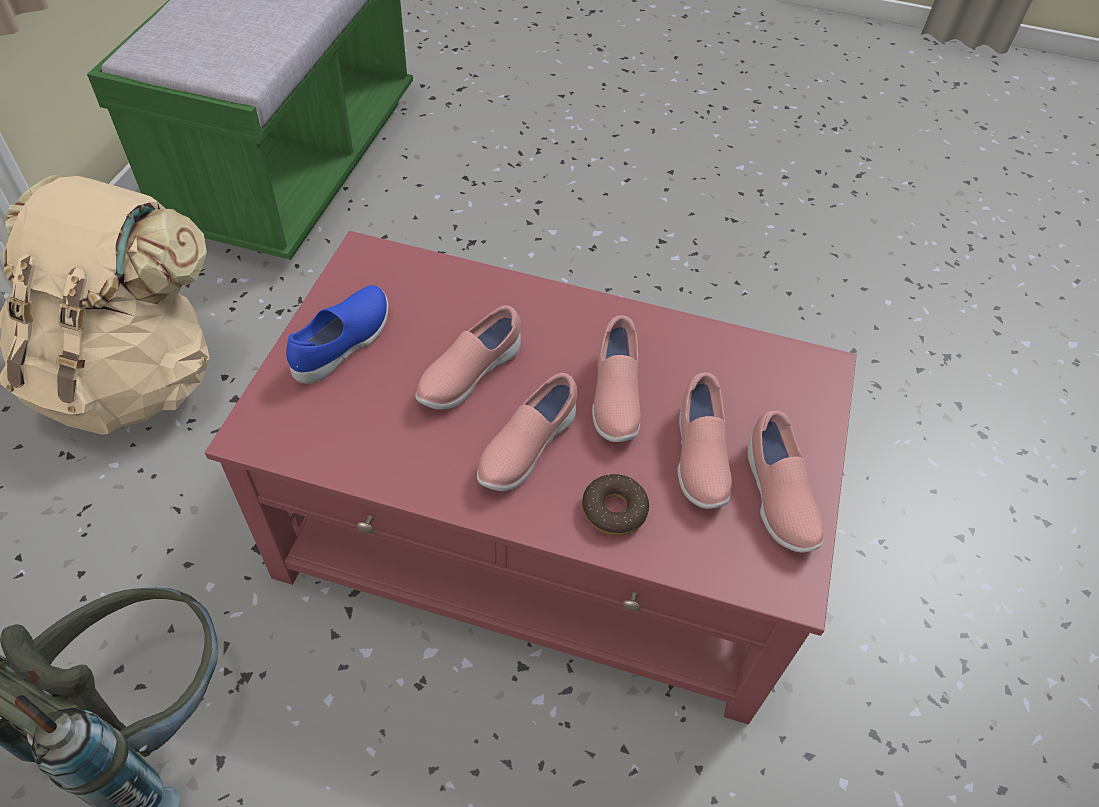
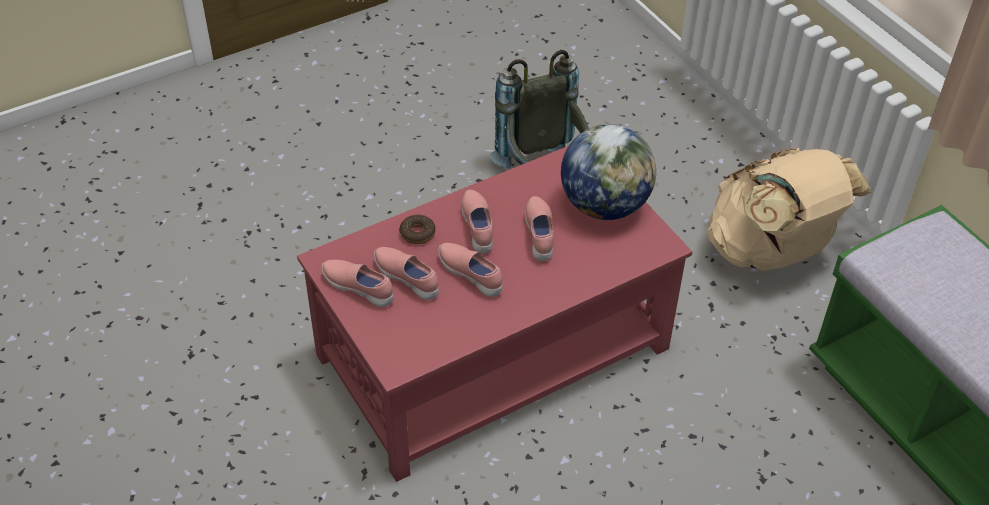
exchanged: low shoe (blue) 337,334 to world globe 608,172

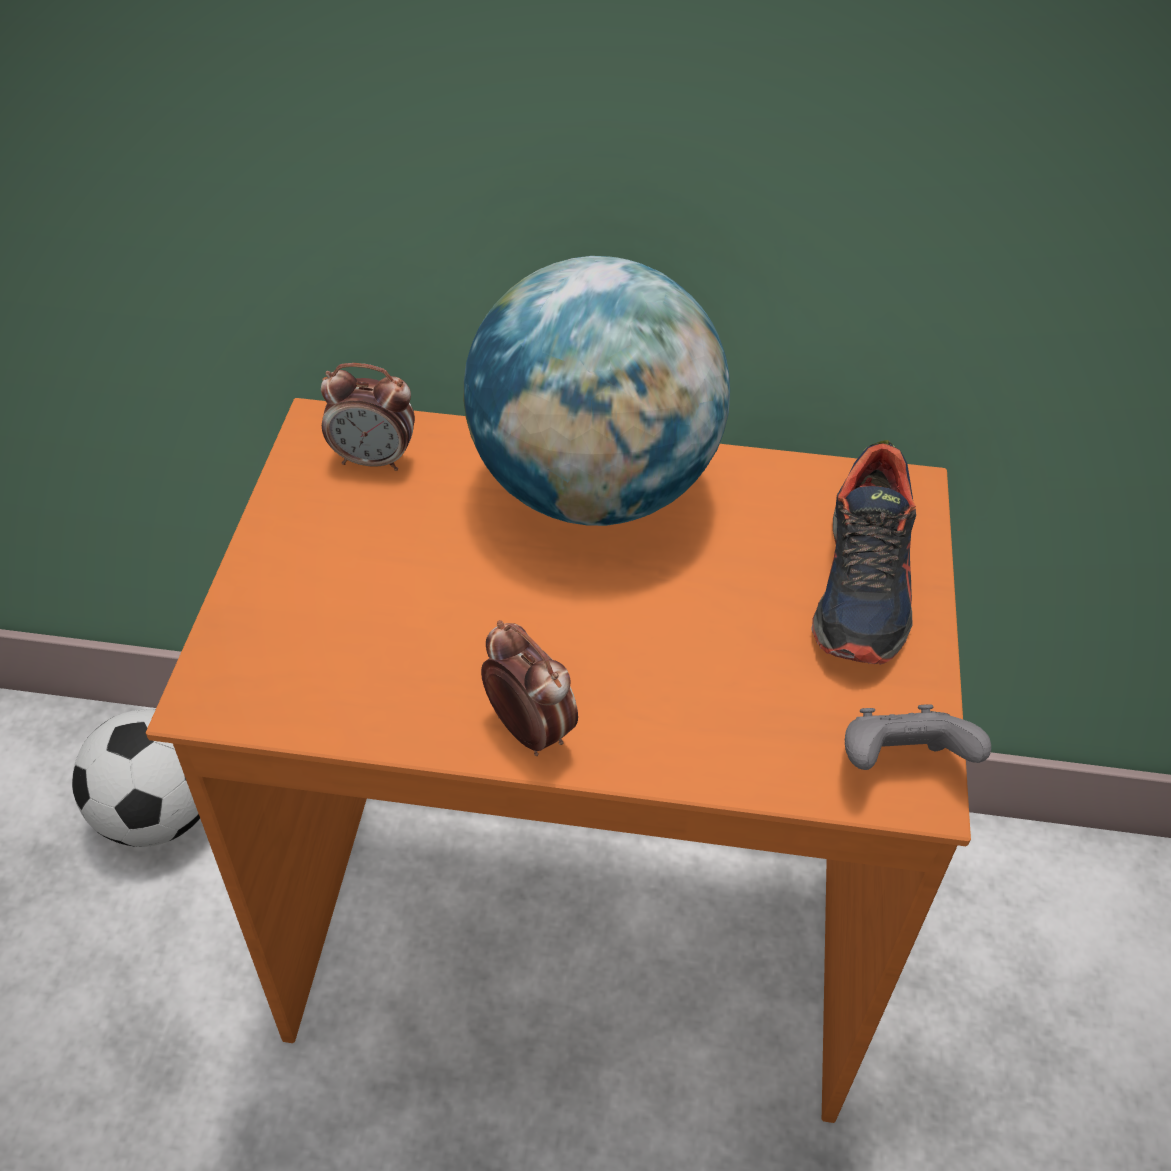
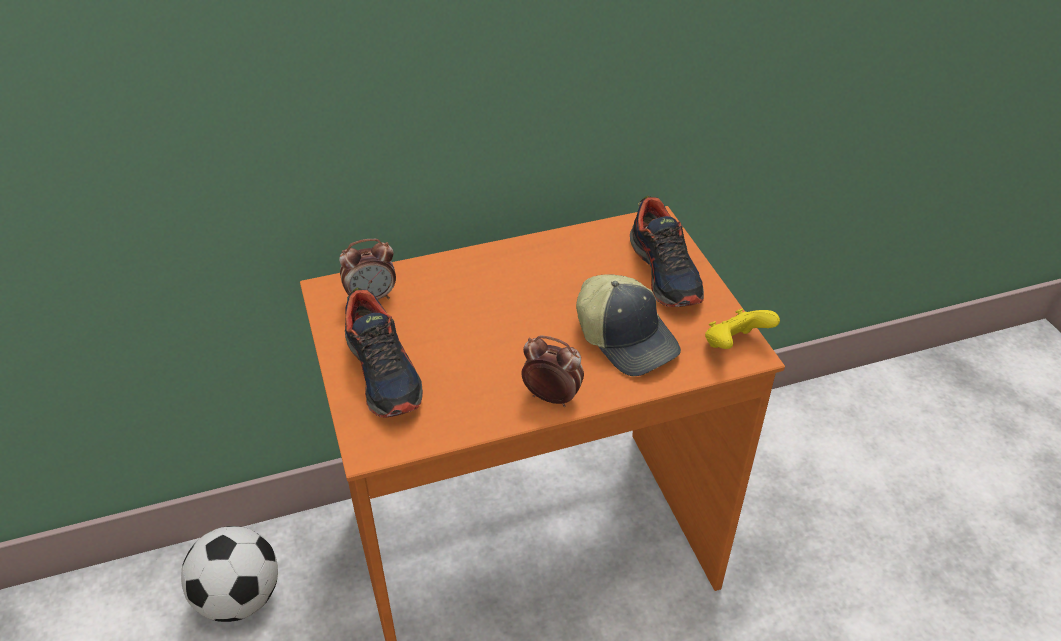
missing: world globe 596,391
appeared: low shoe 384,353; peaked cap 628,325
colour: game controller (gray) 918,737 to game controller (yellow-coloured) 742,329

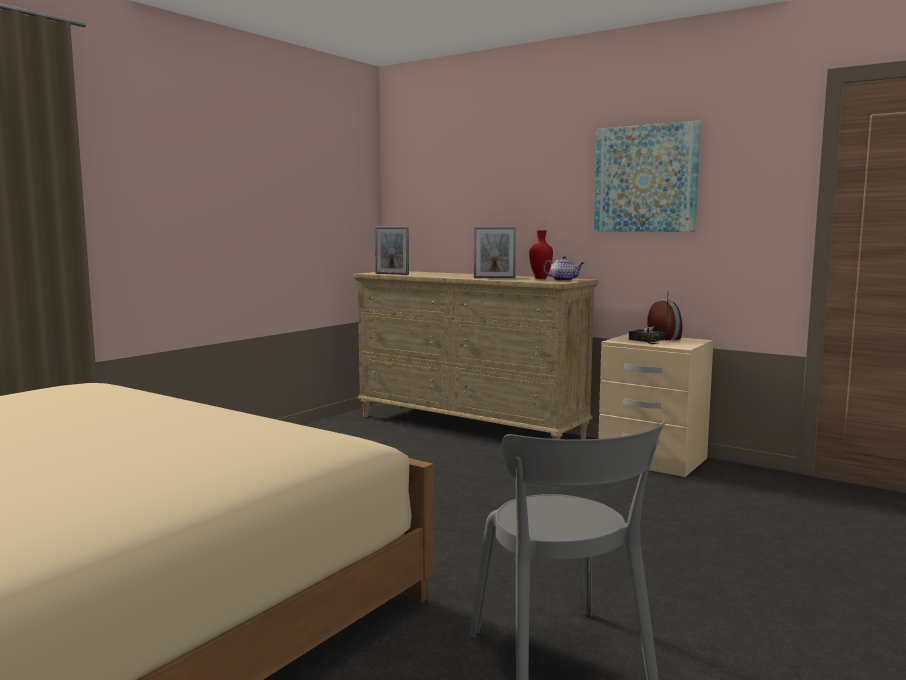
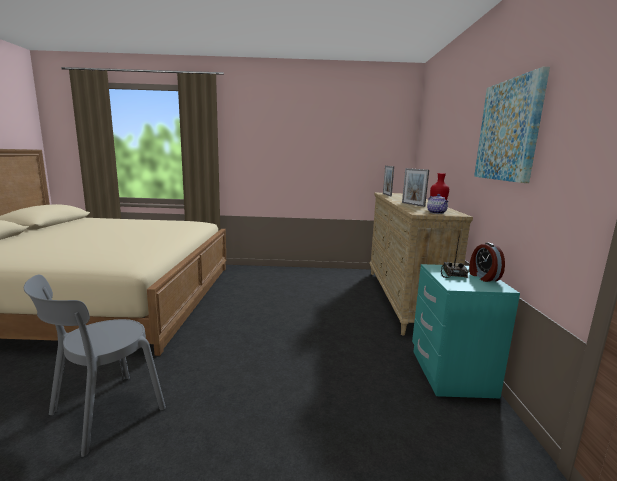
colour: bedside table (beige-coloured) 656,405 to bedside table (turquoise) 466,331
spun: alarm clock 665,319 = 487,262 135 degrees clockwise

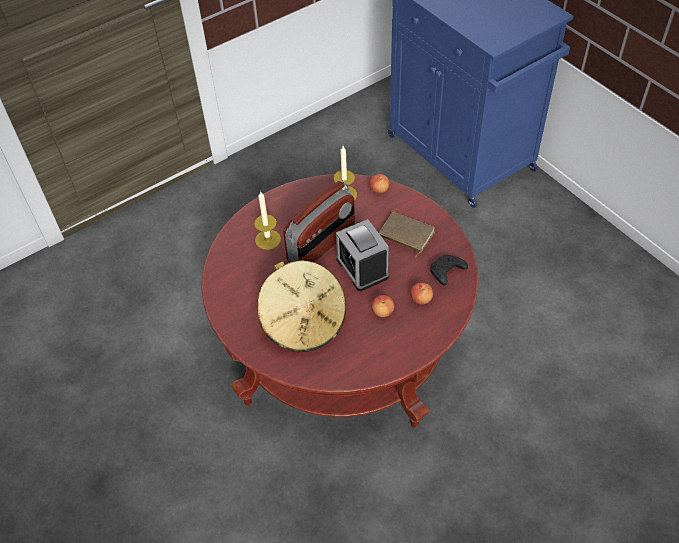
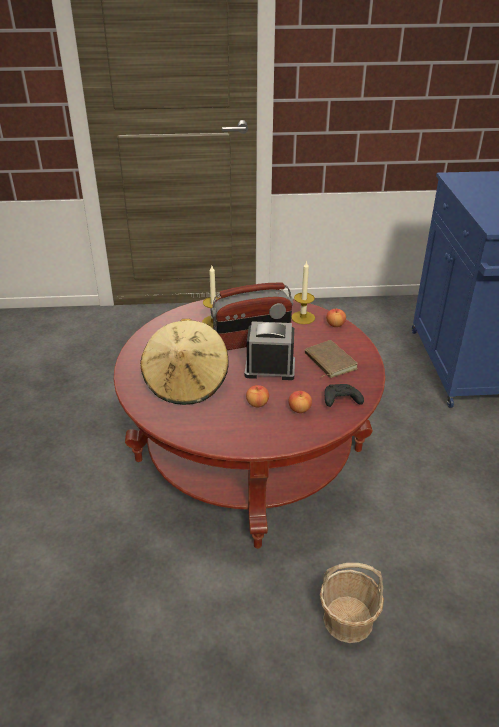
appeared: basket 352,603
spun: alarm clock 362,255 = 270,350 90 degrees clockwise

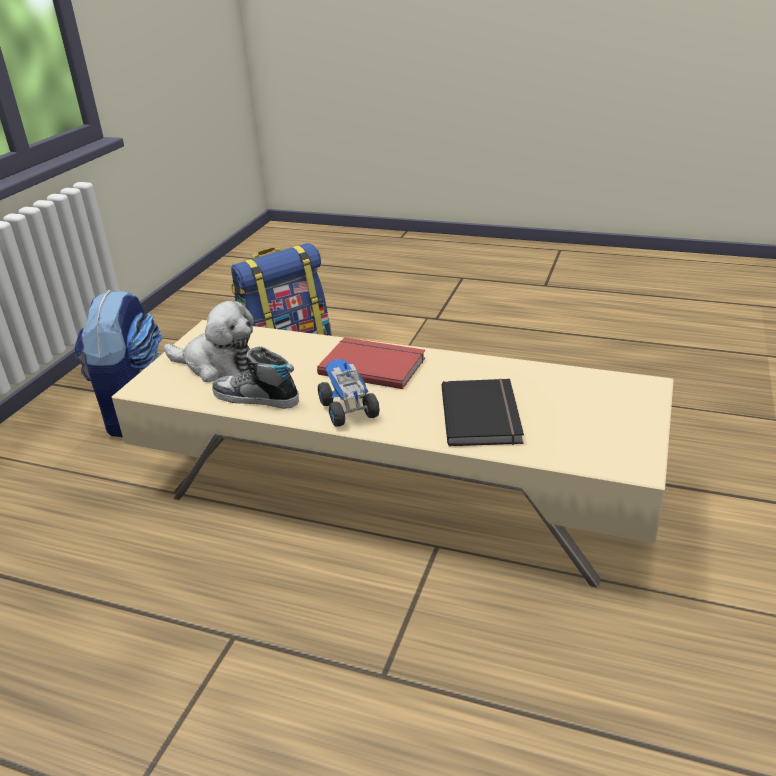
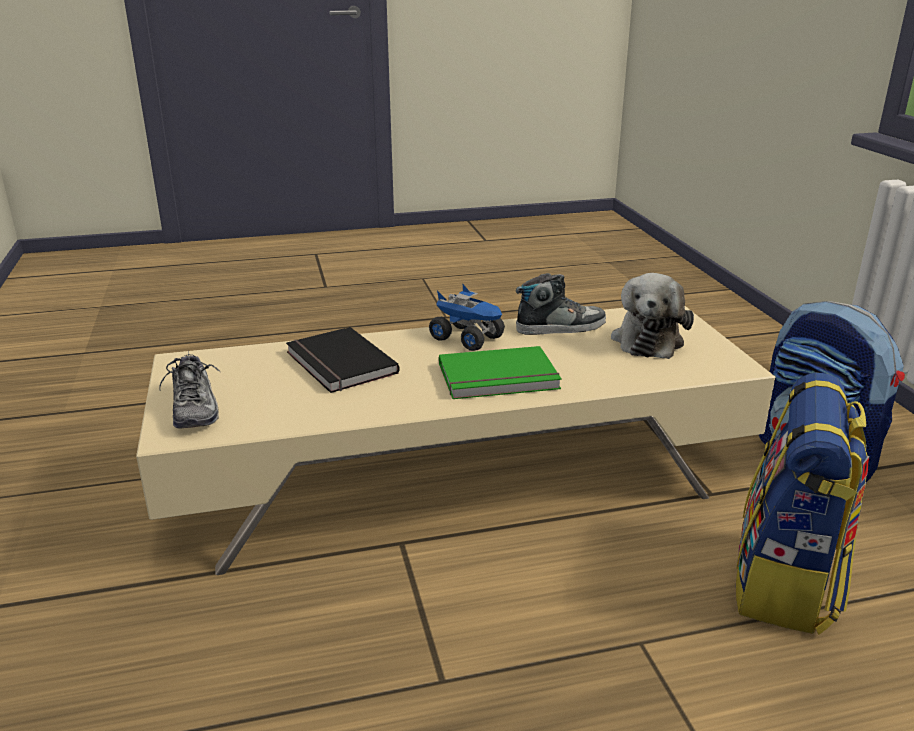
appeared: low shoe 189,389
colour: bound book (red-coloured) 371,363 to bound book (green-coloured) 500,372
spun: soft toy 209,341 = 652,316 60 degrees counterclockwise

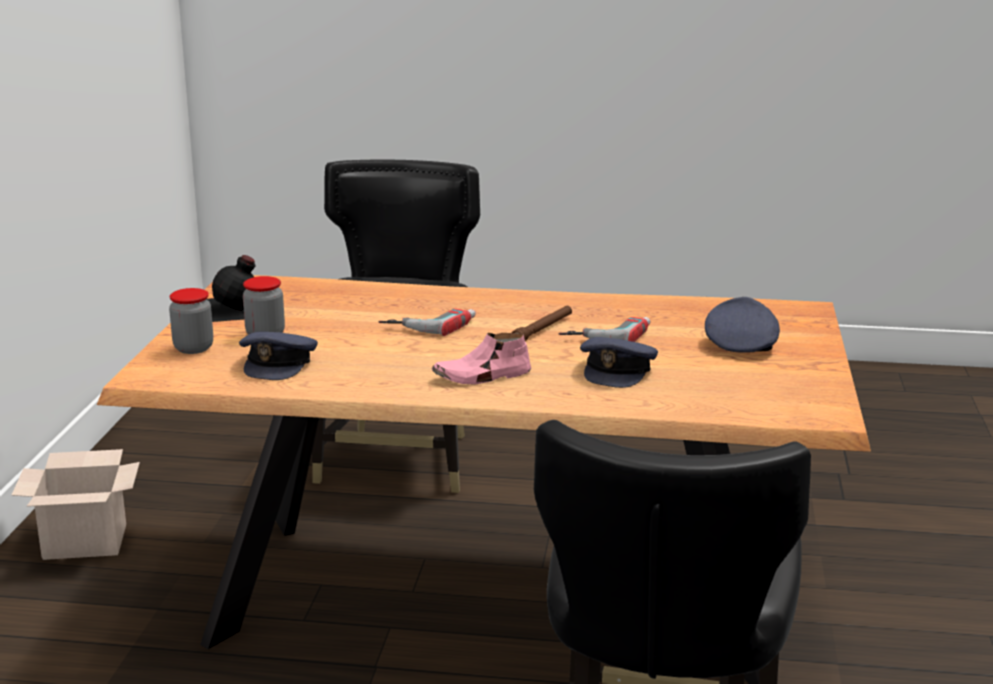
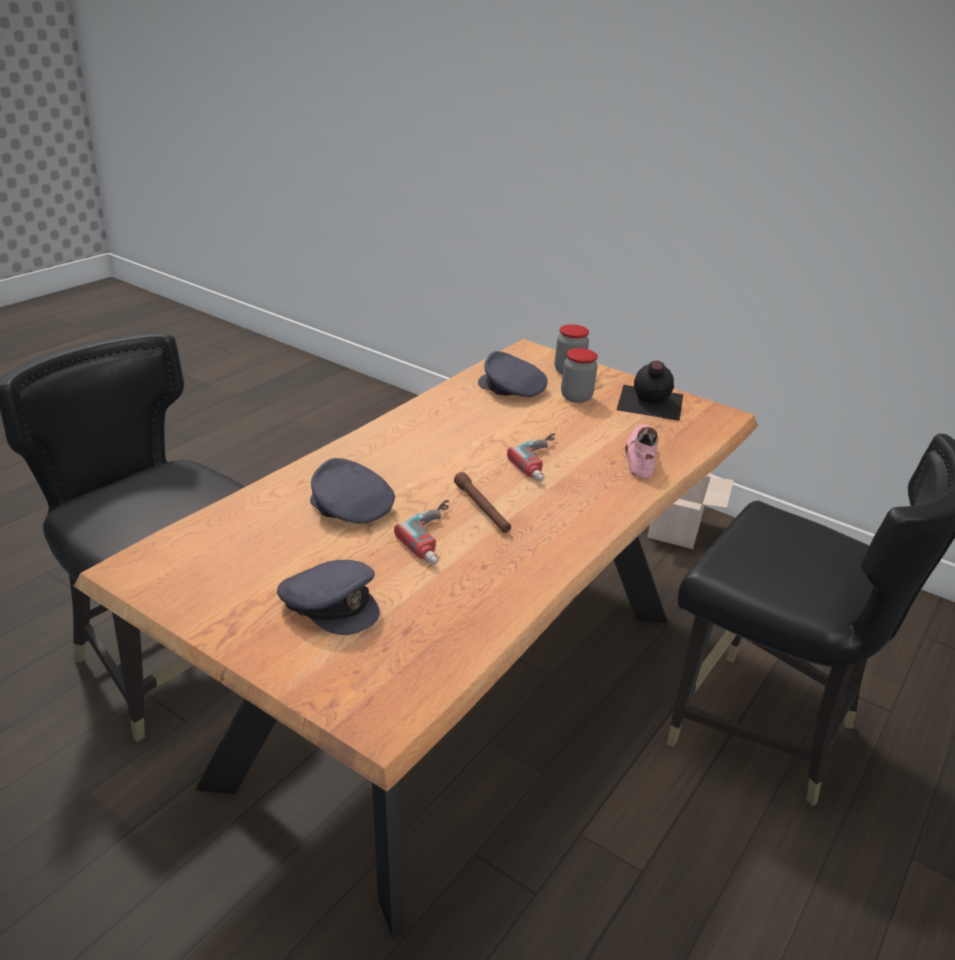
relocated: low shoe (pinkish) 481,359 to 641,451

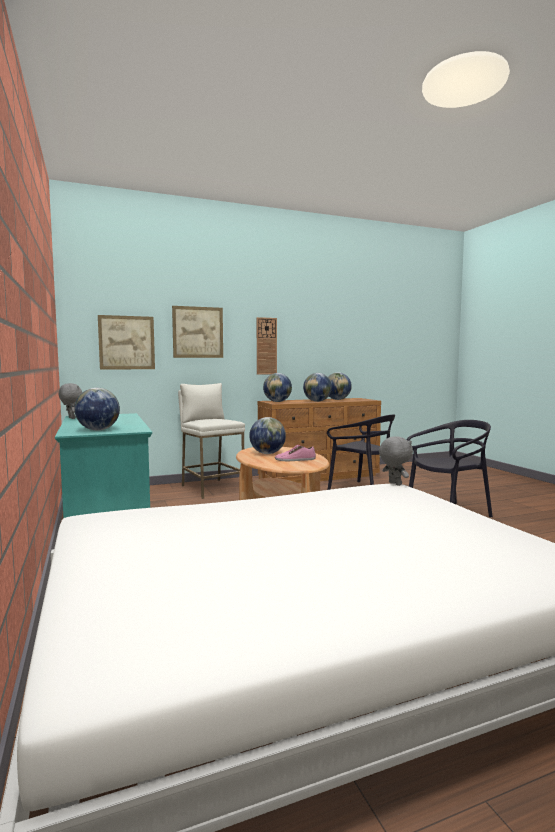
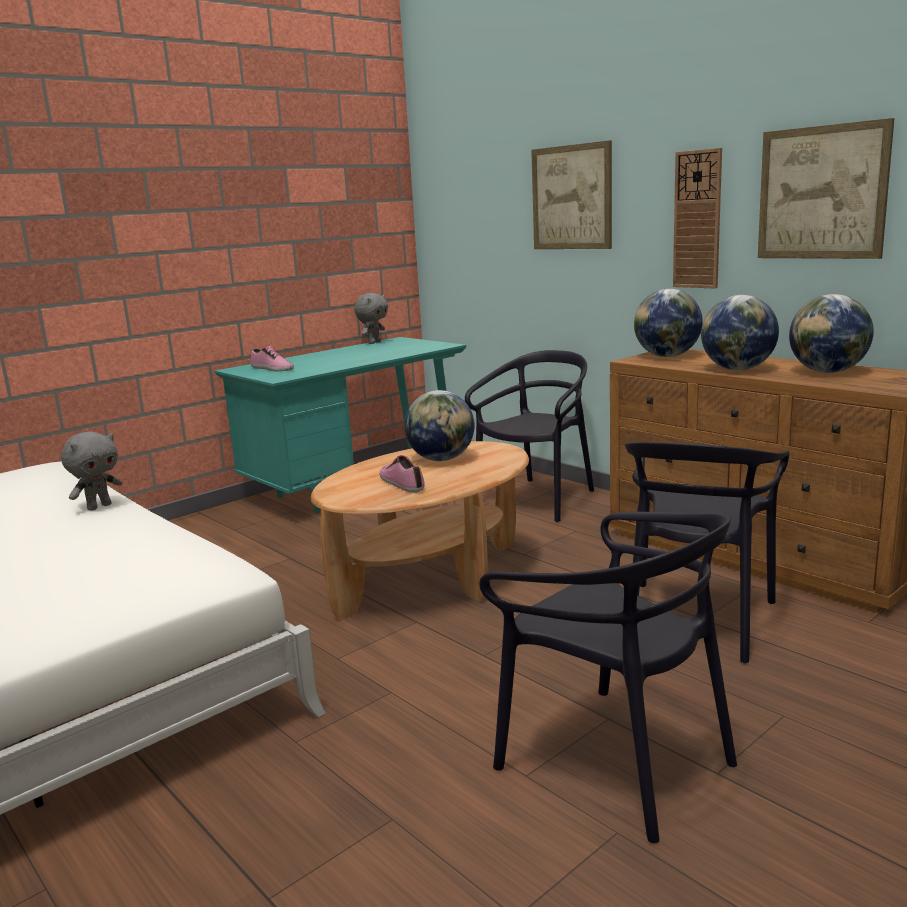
relocated: soft toy (gray) 396,461 to 91,471; wall art 126,342 to 826,188
exchanged: world globe 97,409 to low shoe 272,359; stool (white-coloured) 211,441 to upright chair (black-coloured) 529,436

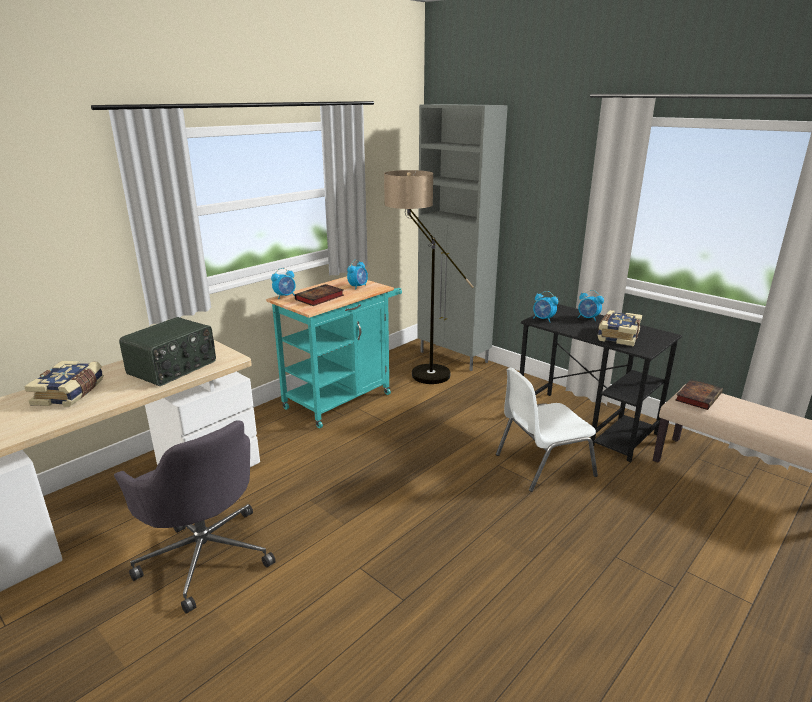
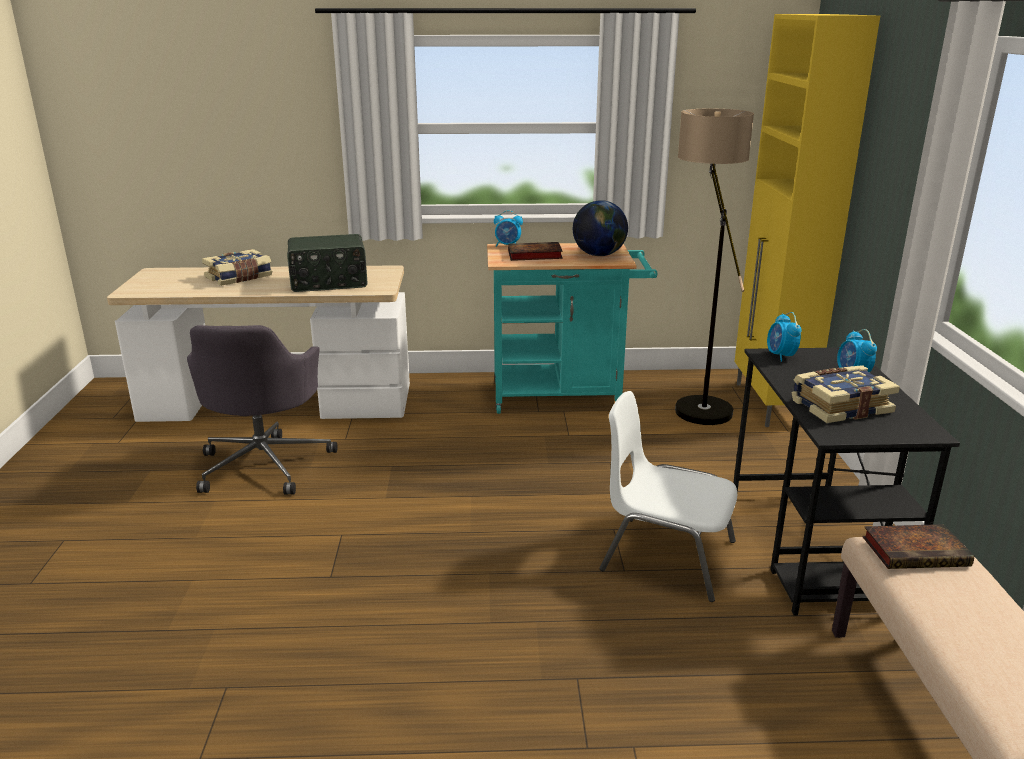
exchanged: alarm clock 357,275 to world globe 600,228
colour: cabinet (gray) 462,237 to cabinet (yellow-coloured) 807,220

